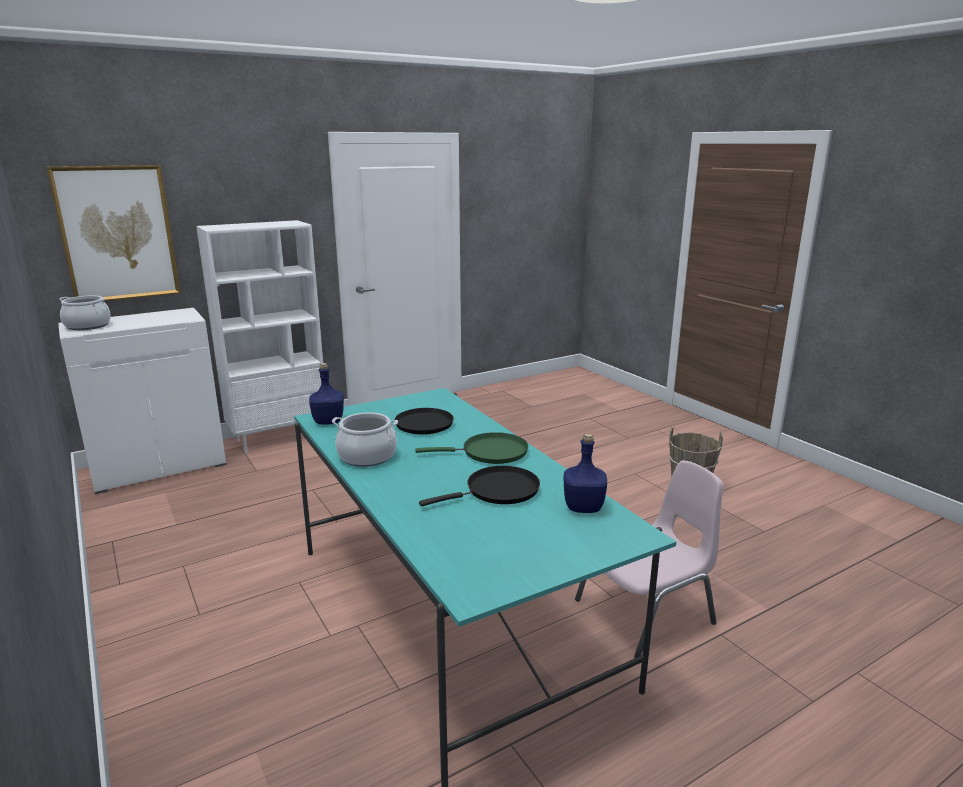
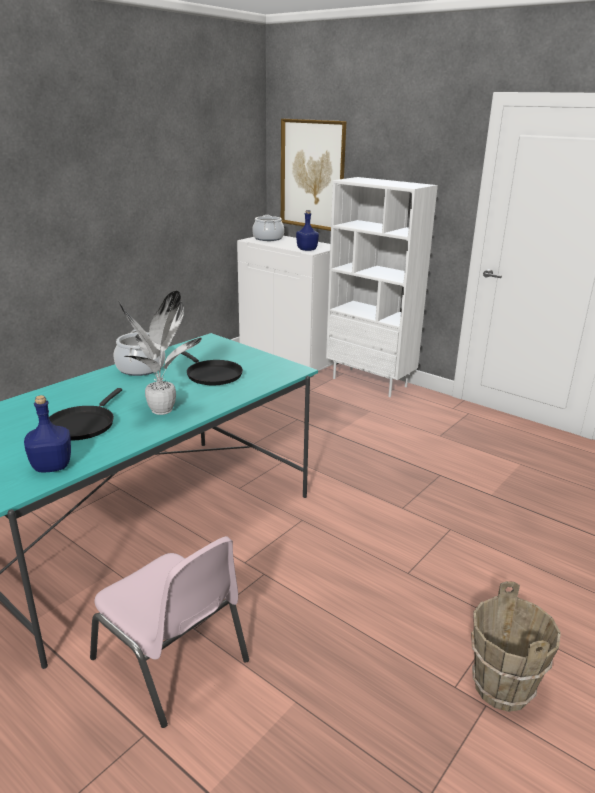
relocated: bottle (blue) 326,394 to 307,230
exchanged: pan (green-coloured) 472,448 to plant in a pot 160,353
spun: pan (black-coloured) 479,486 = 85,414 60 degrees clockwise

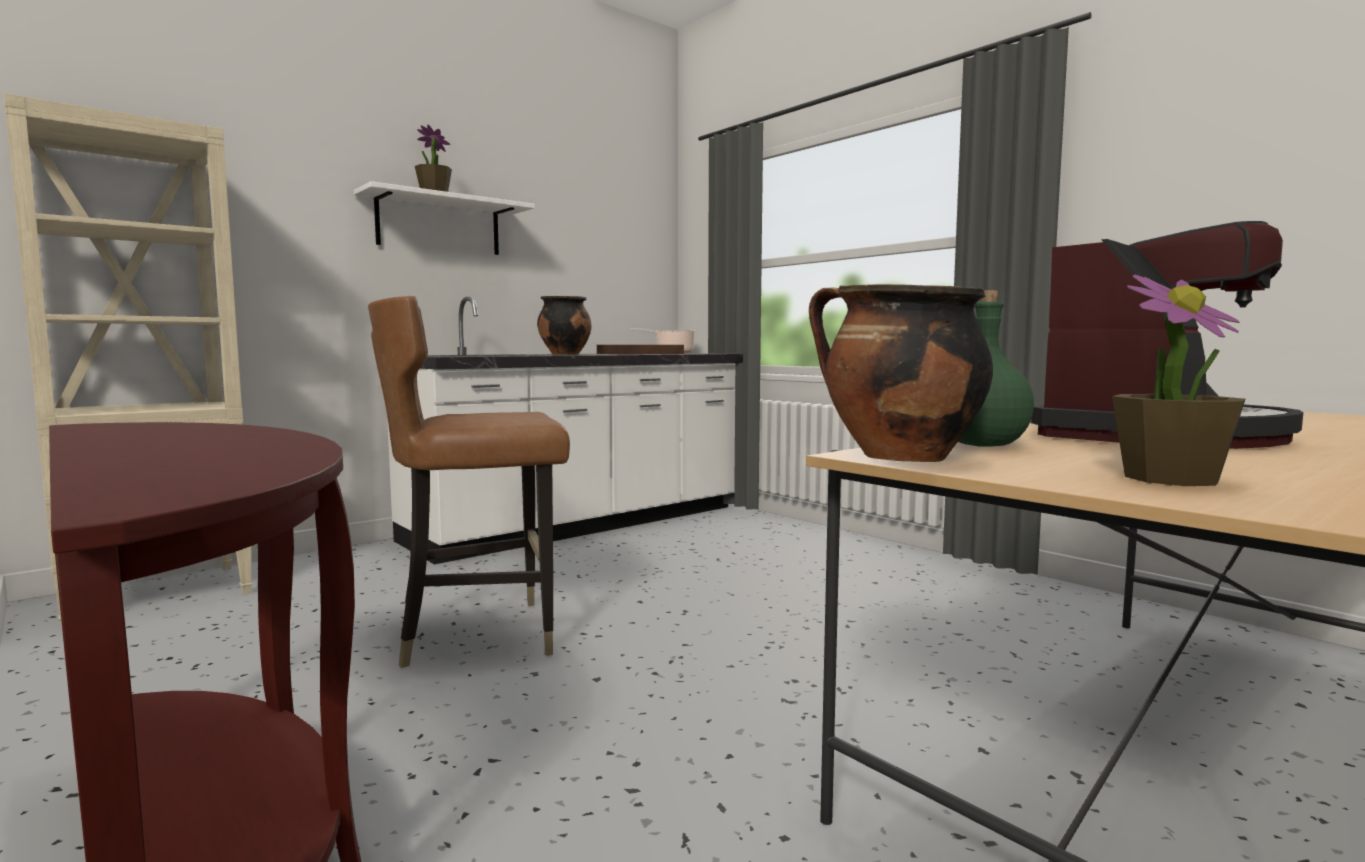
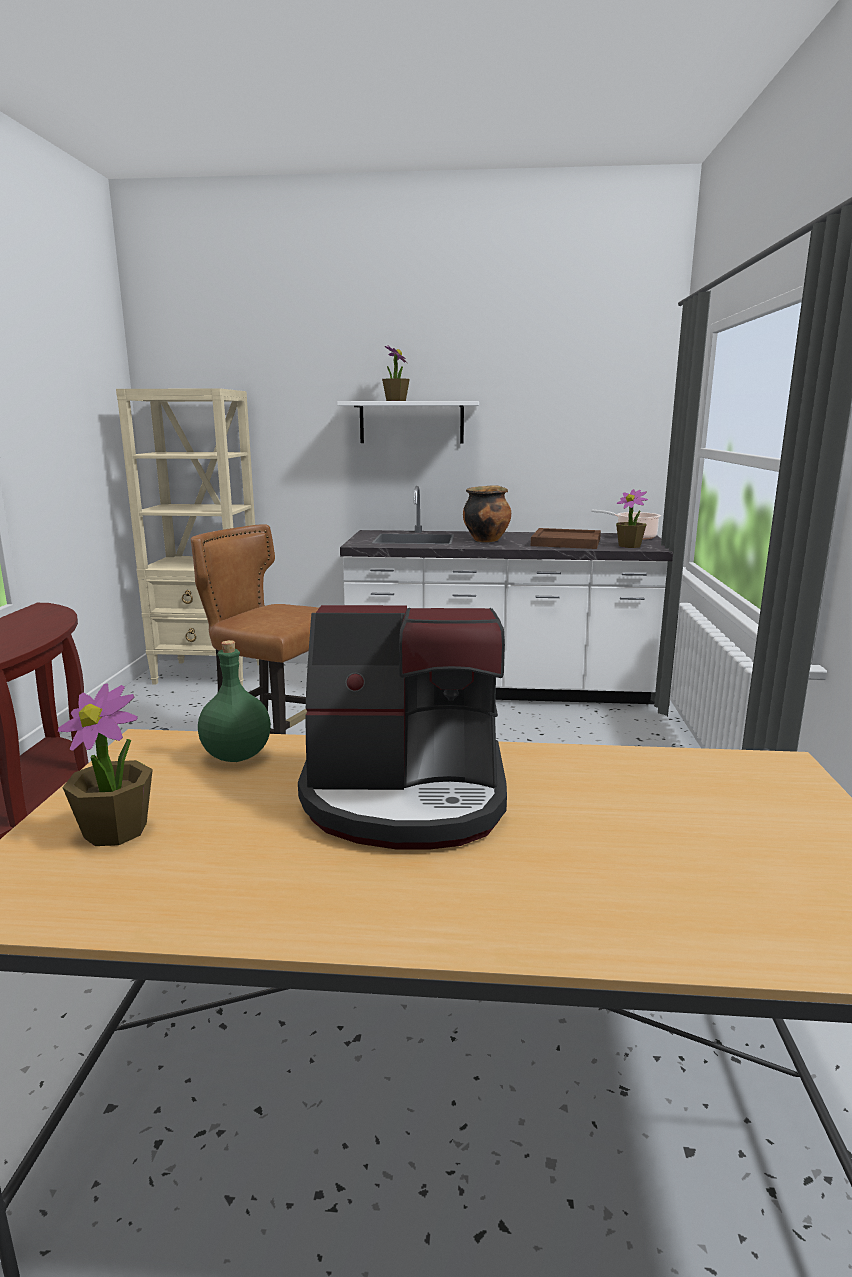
missing: saucepot 901,373
appeared: plant in a pot 632,518

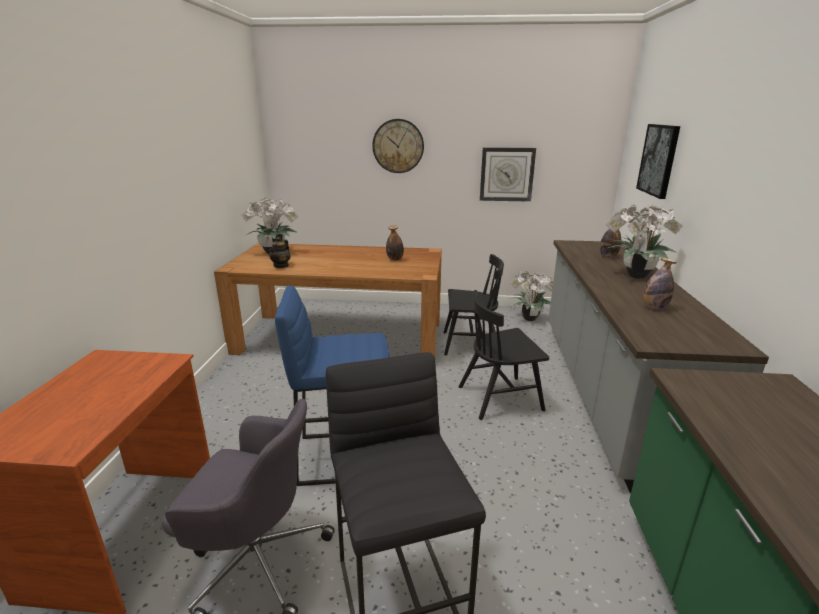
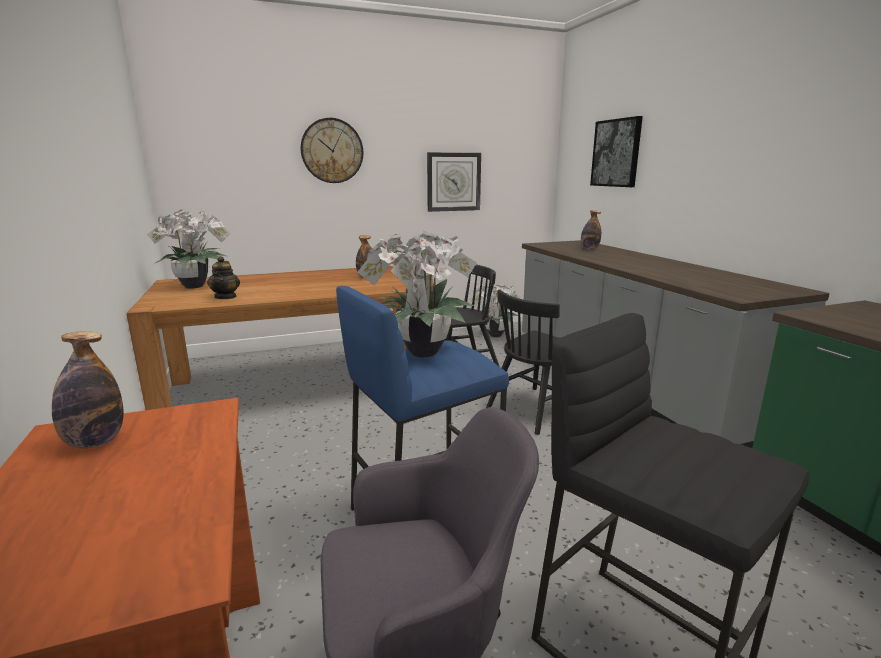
relocated: bottle 659,283 to 88,390; plant in a pot 644,241 to 417,294

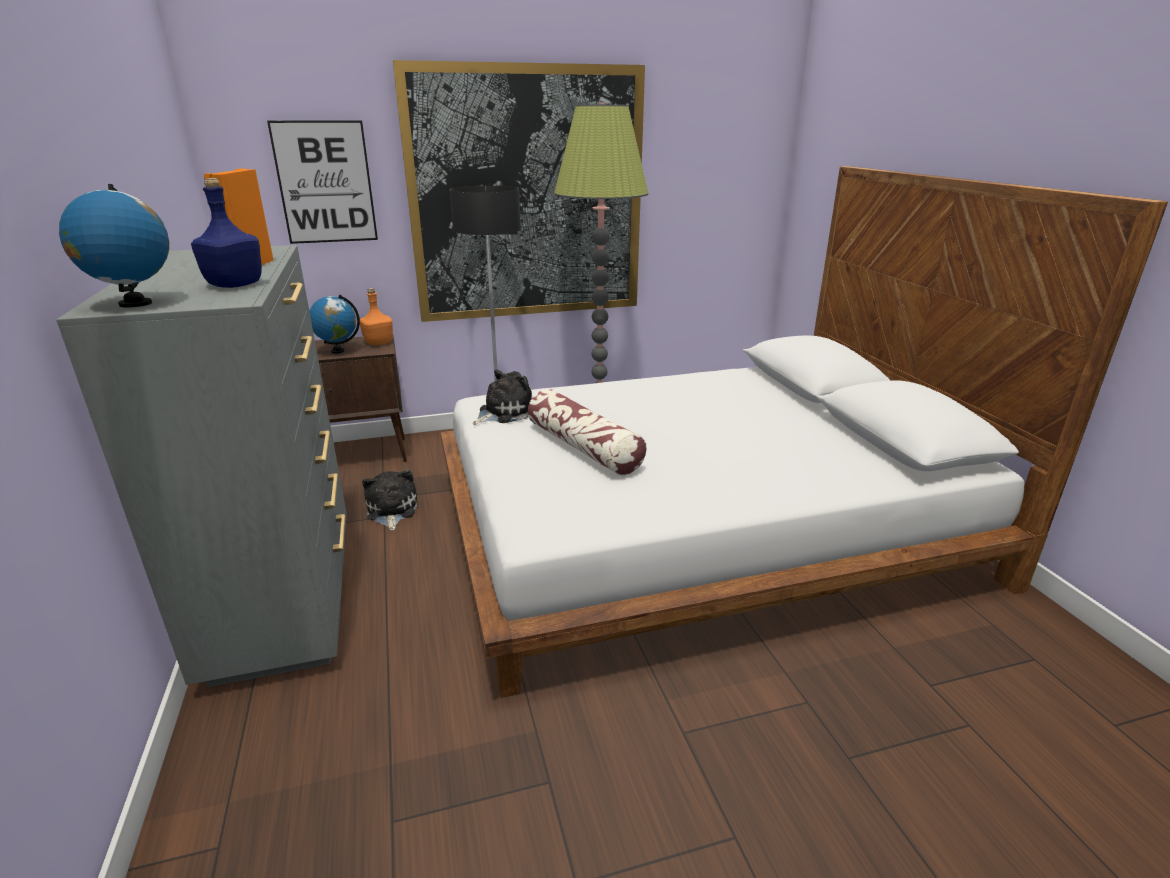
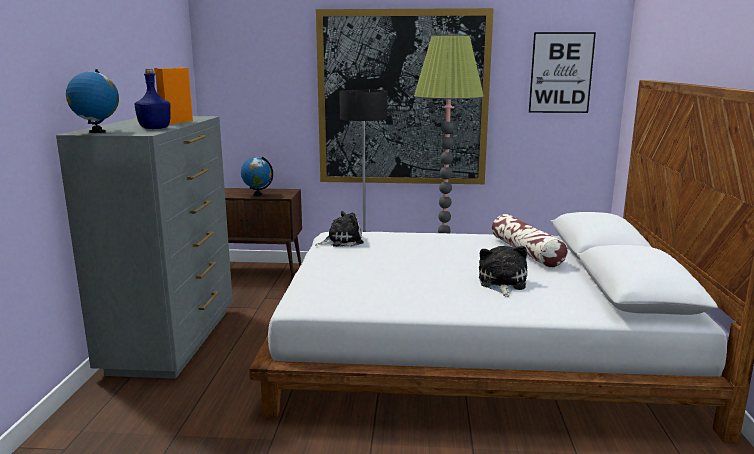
missing: bottle (orangey) 376,316
relocated: soft toy 390,500 to 503,271; cushion 587,432 to 530,241; wall art 322,182 to 562,72

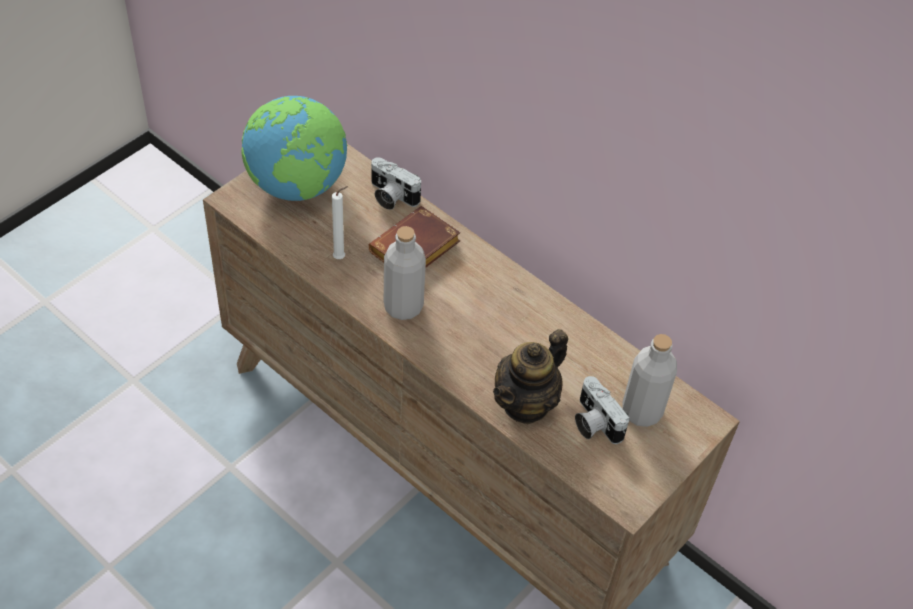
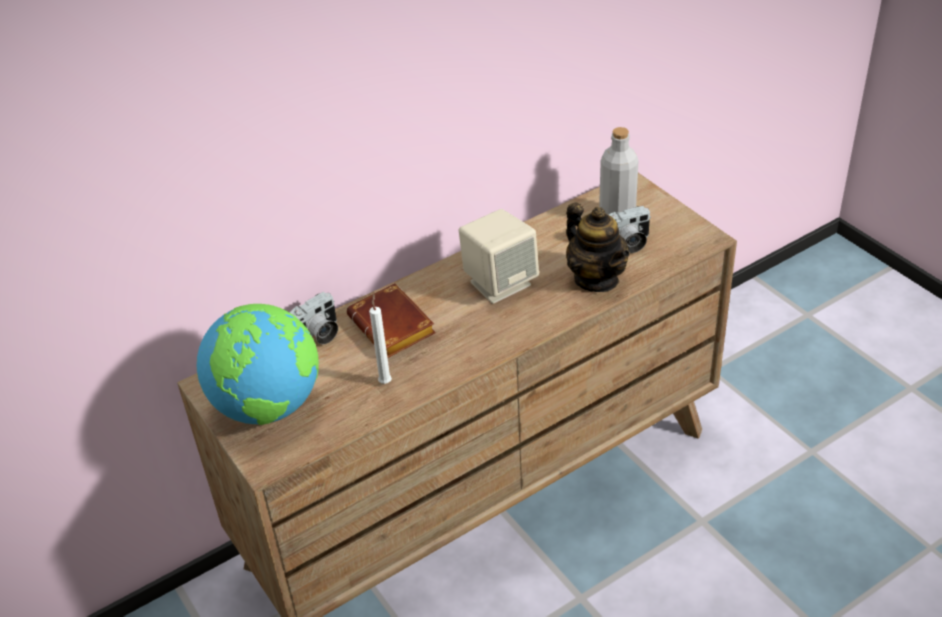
missing: bottle (gray) 405,273
appeared: audio speaker (beige-coloured) 499,256

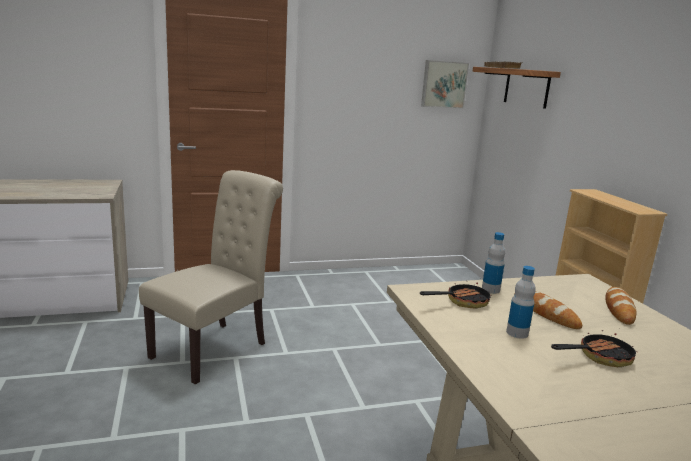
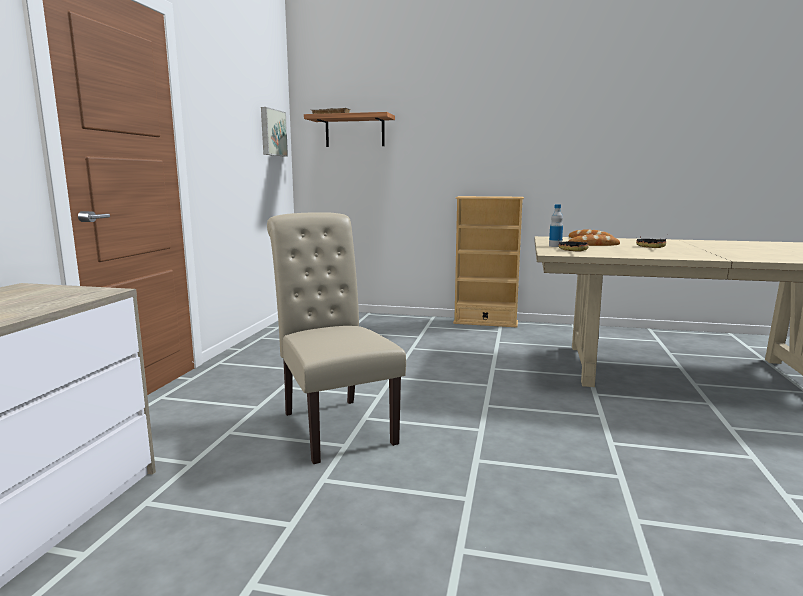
missing: bottle 521,302

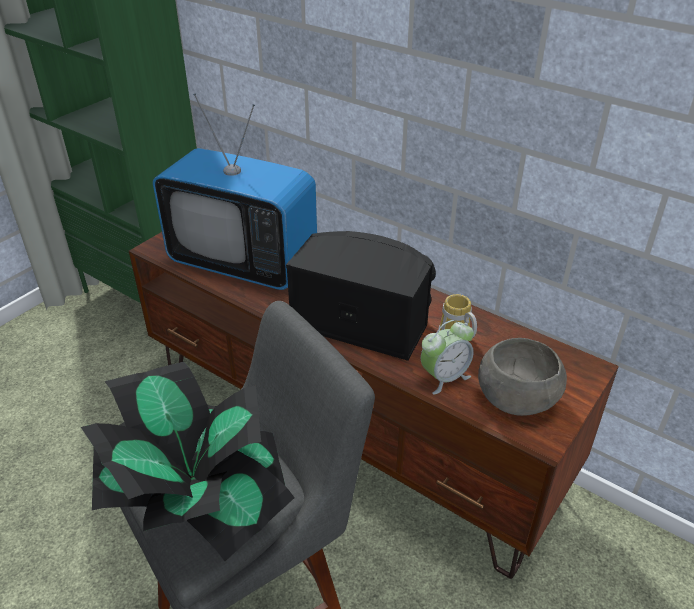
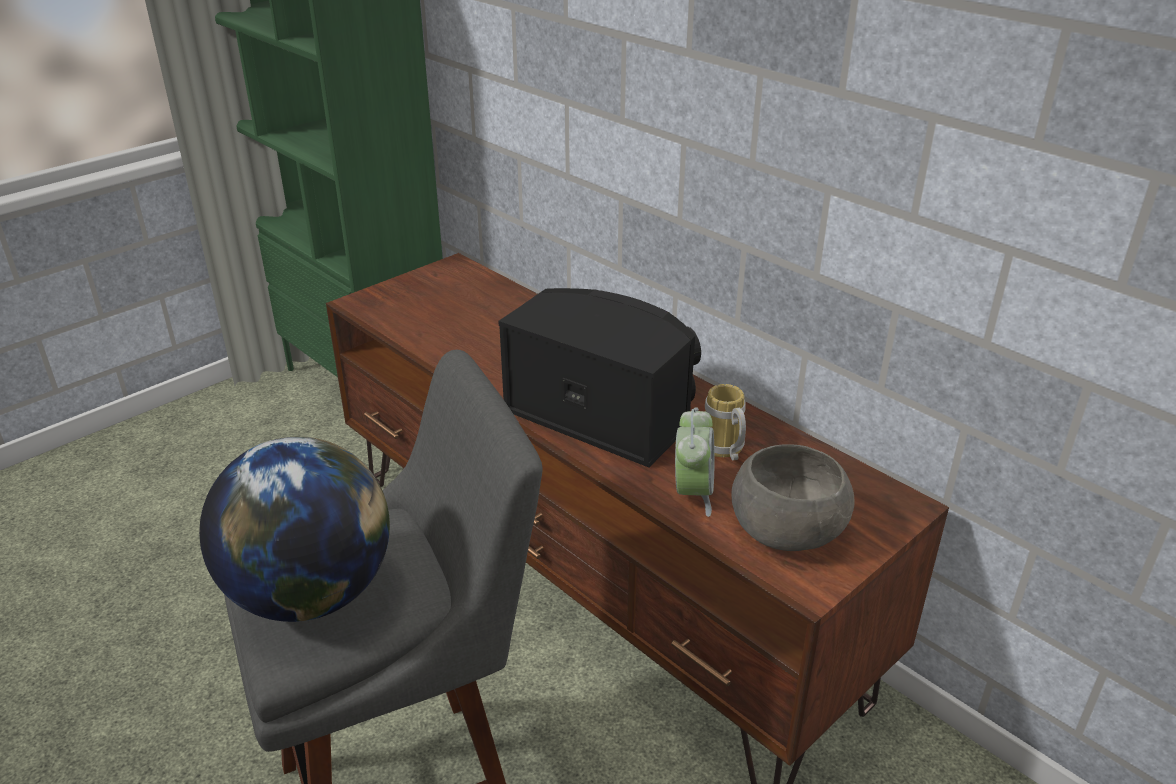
missing: television 235,192
exchanged: plant in a pot 188,461 to world globe 294,529
spun: alarm clock 447,357 = 694,462 60 degrees counterclockwise

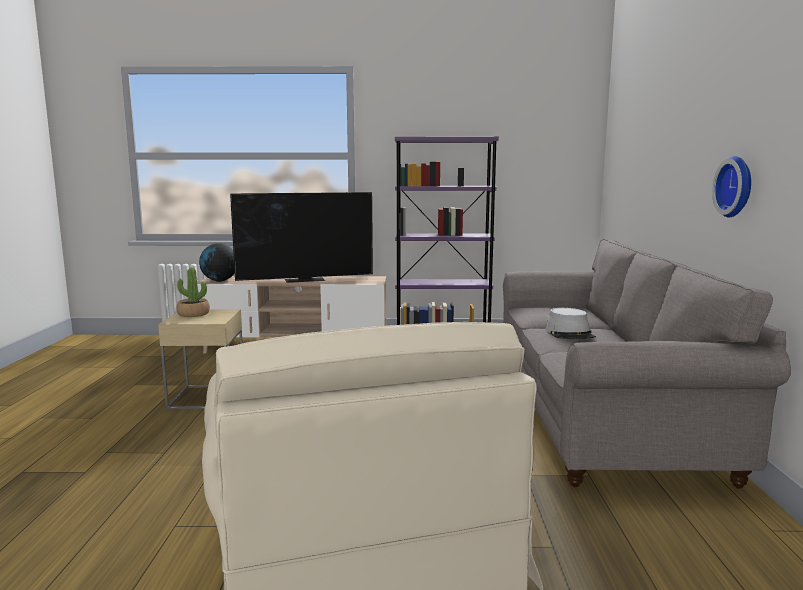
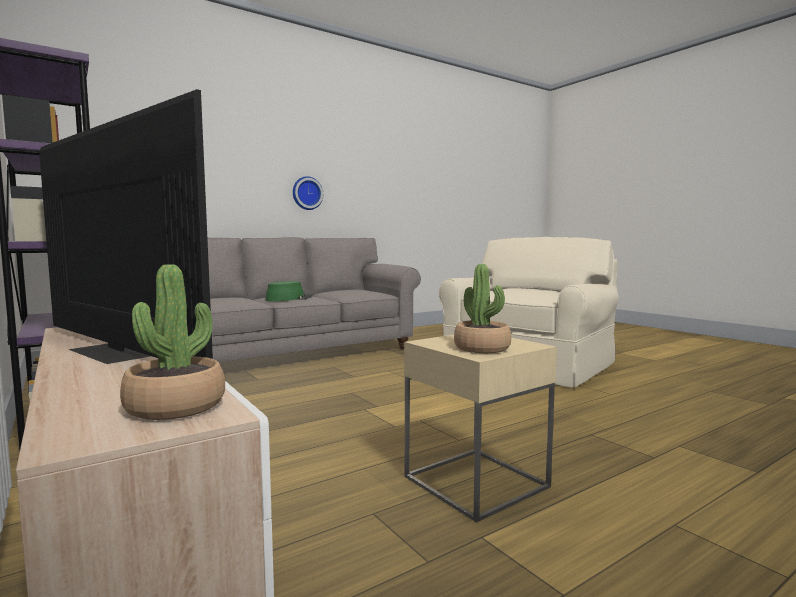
exchanged: world globe 217,263 to plant in a pot 172,342
colour: wearable hat (gray) 571,323 to wearable hat (green-coloured) 289,291

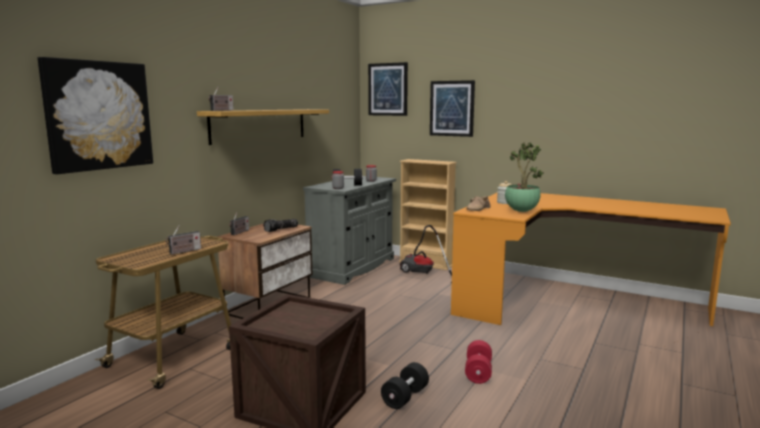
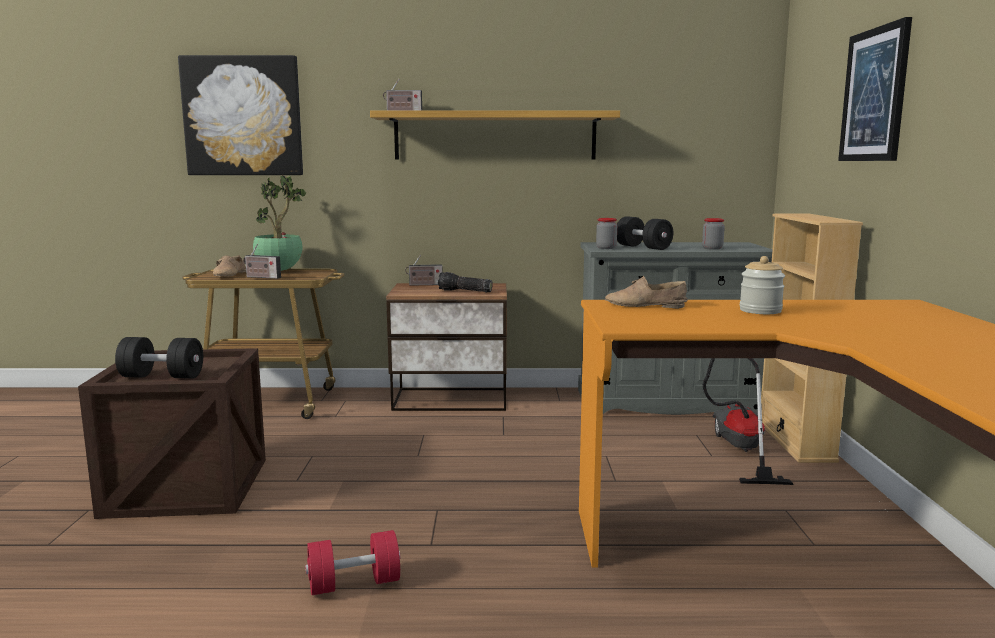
missing: wall art 388,89
appeared: low shoe (beige-coloured) 229,266
relocated: hand weight (black-coloured) 405,385 to 159,358; plant in a pot 524,177 to 279,223

